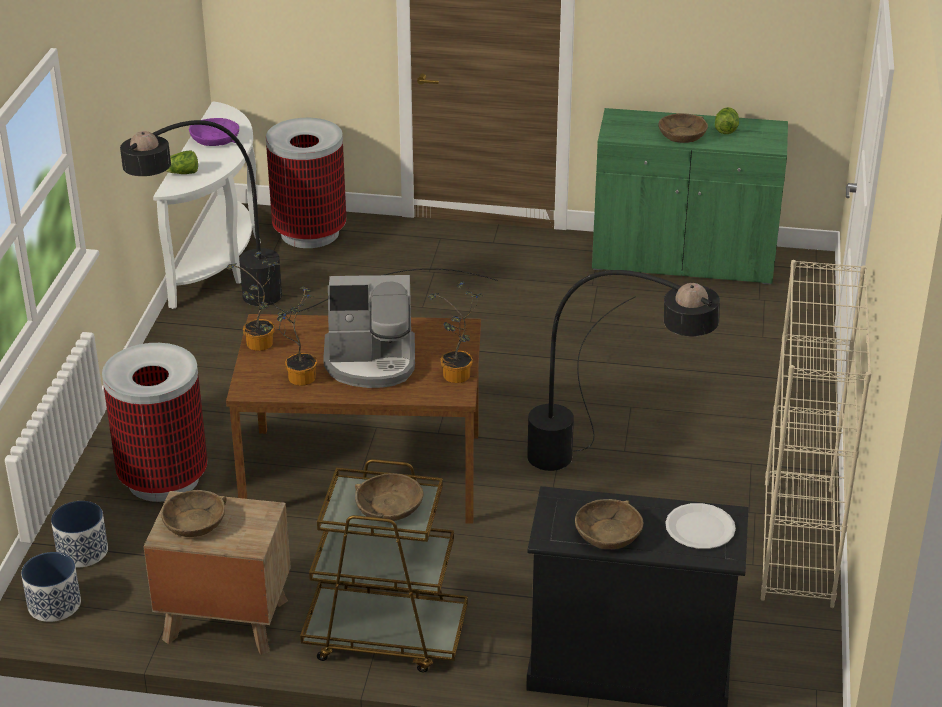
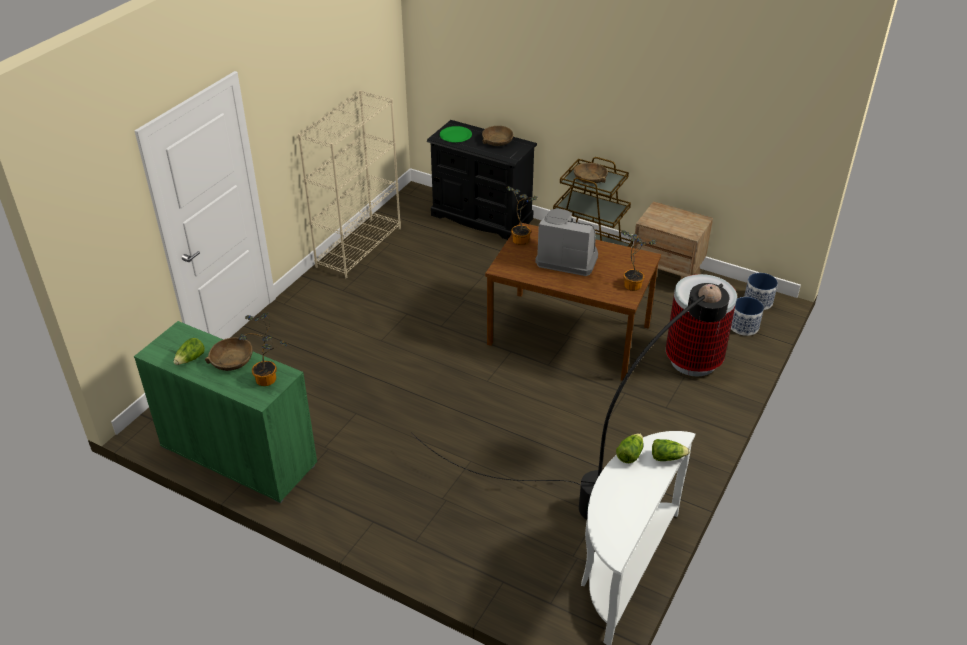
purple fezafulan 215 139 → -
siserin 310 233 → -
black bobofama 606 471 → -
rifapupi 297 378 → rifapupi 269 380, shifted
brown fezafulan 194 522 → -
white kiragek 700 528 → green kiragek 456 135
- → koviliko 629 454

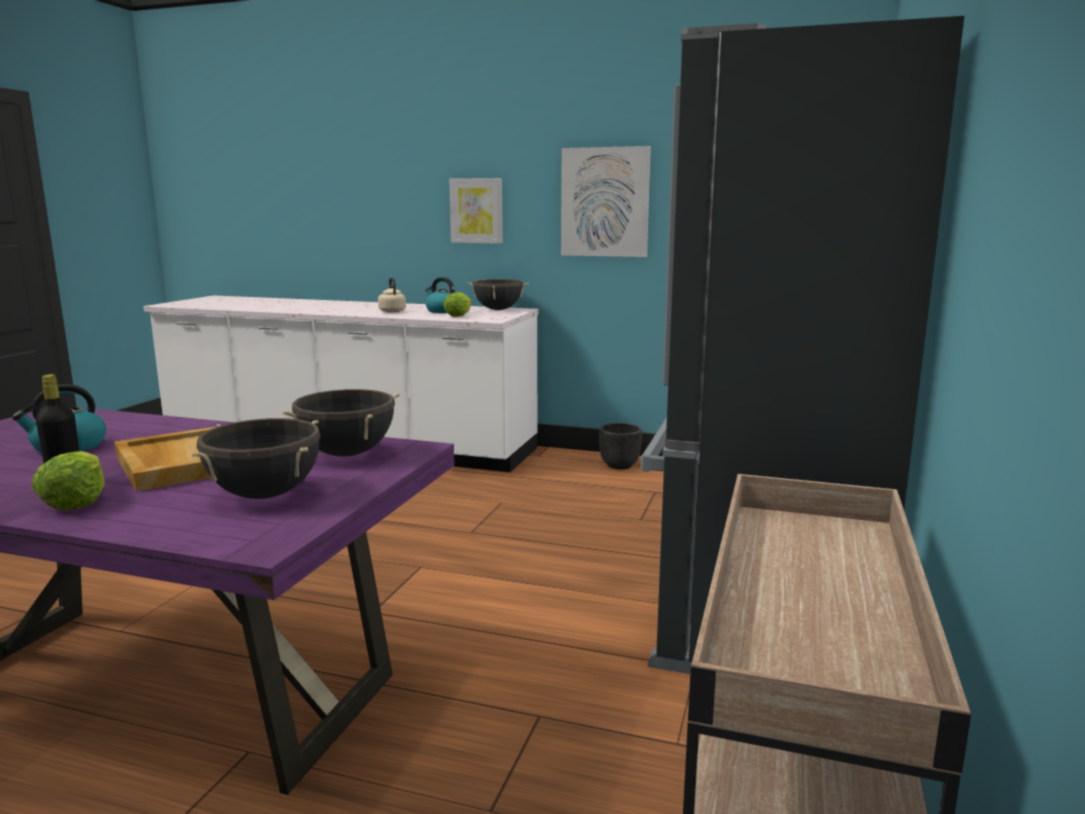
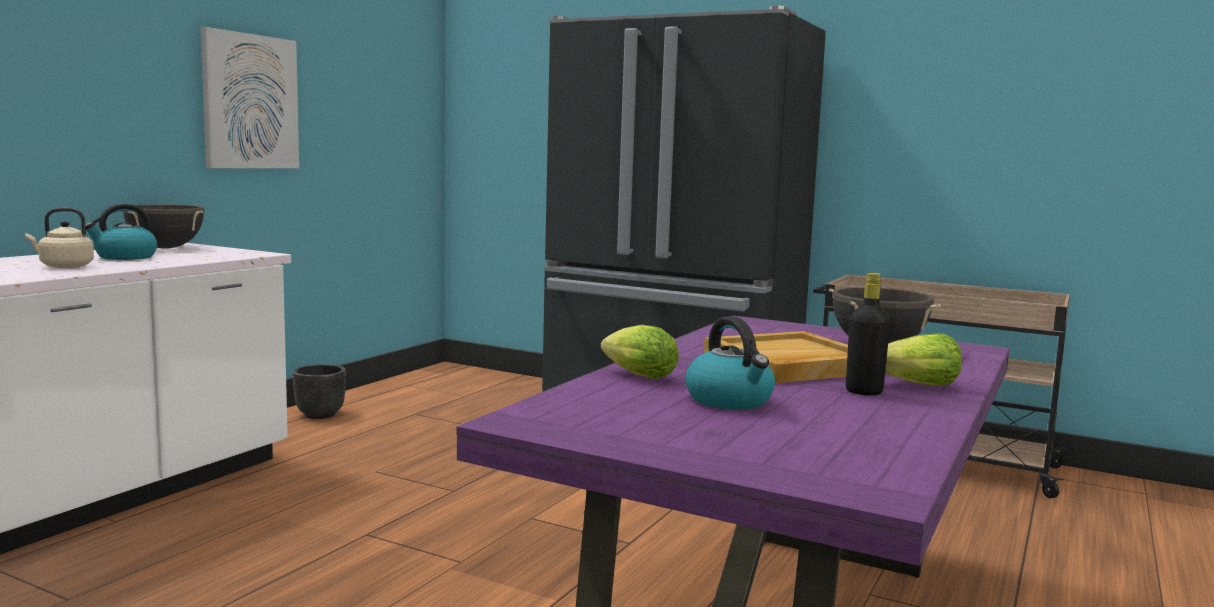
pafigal 476 211 → -
koviliko 459 315 → koviliko 636 375, shifted
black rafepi 346 454 → -

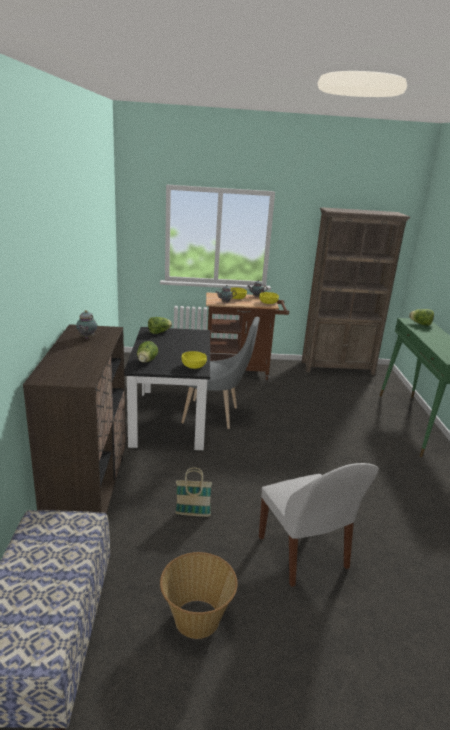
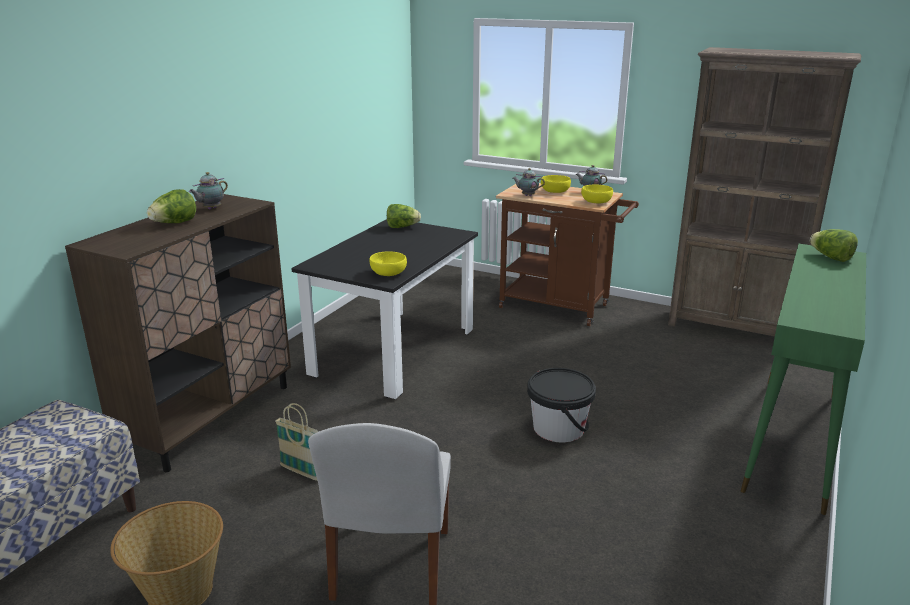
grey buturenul 214 415 → -
koviliko 146 361 → koviliko 174 223, shifted
- → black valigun 558 428

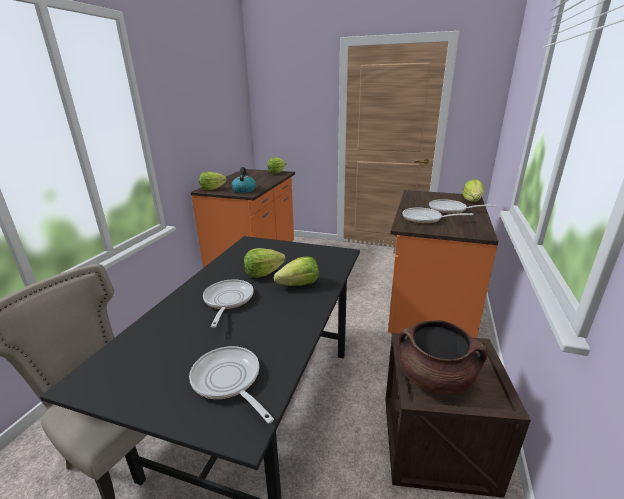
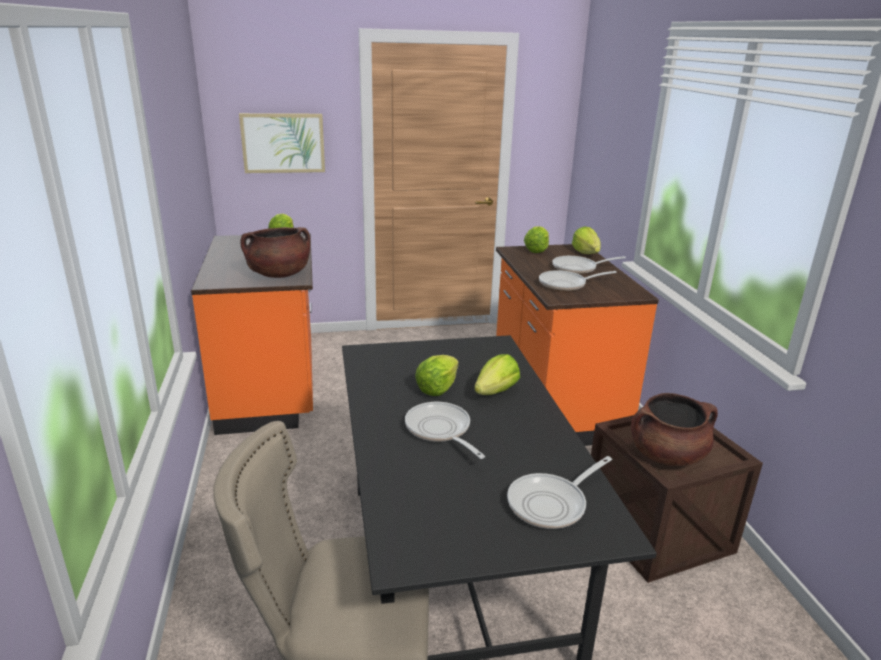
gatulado 244 190 → brown rafepi 279 274
koviliko 212 189 → koviliko 537 250, shifted
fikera 229 381 → fikera 551 503, 60 degrees counterclockwise
- → pafigal 283 143

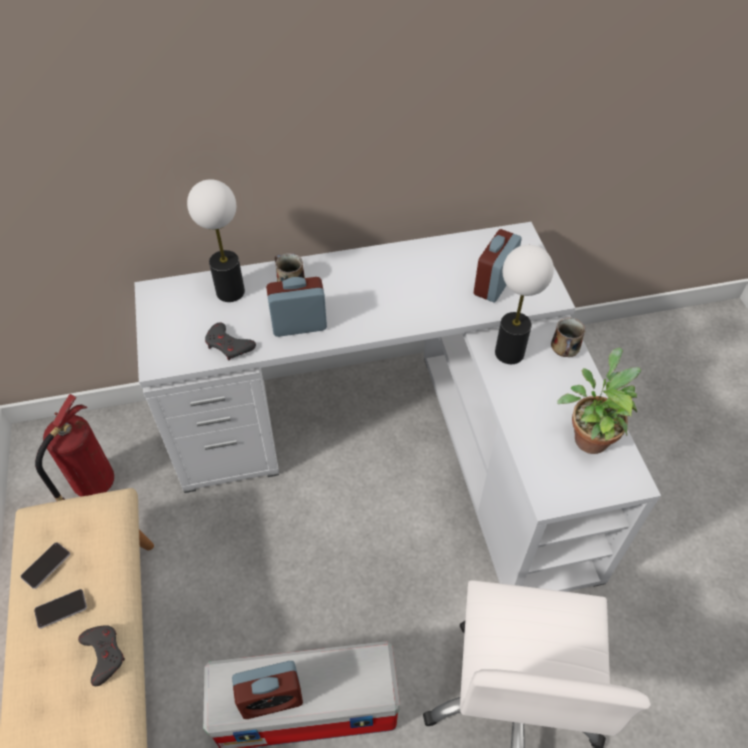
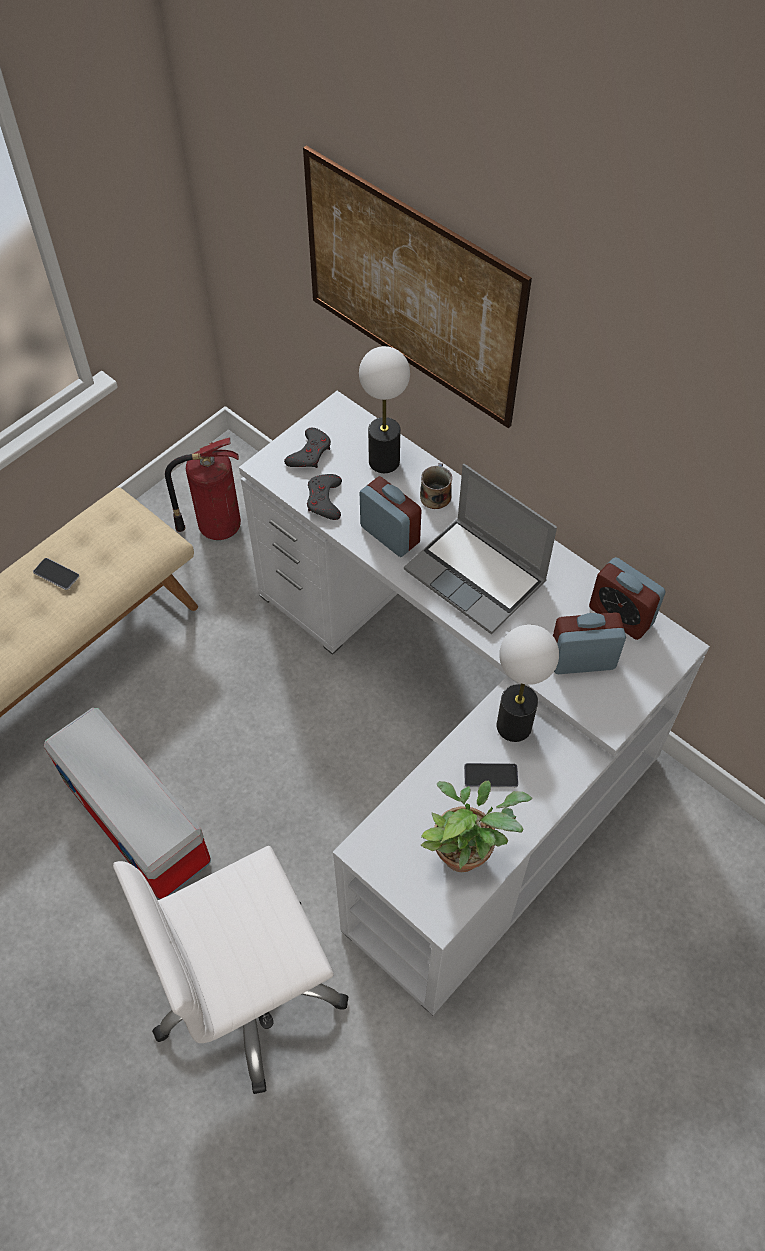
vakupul 565 348 → -
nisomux 46 565 → nisomux 490 776, shifted
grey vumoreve 103 654 → grey vumoreve 309 453, shifted
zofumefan 271 698 → zofumefan 620 615, shifted
- → pafigal 411 289
- → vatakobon 477 576

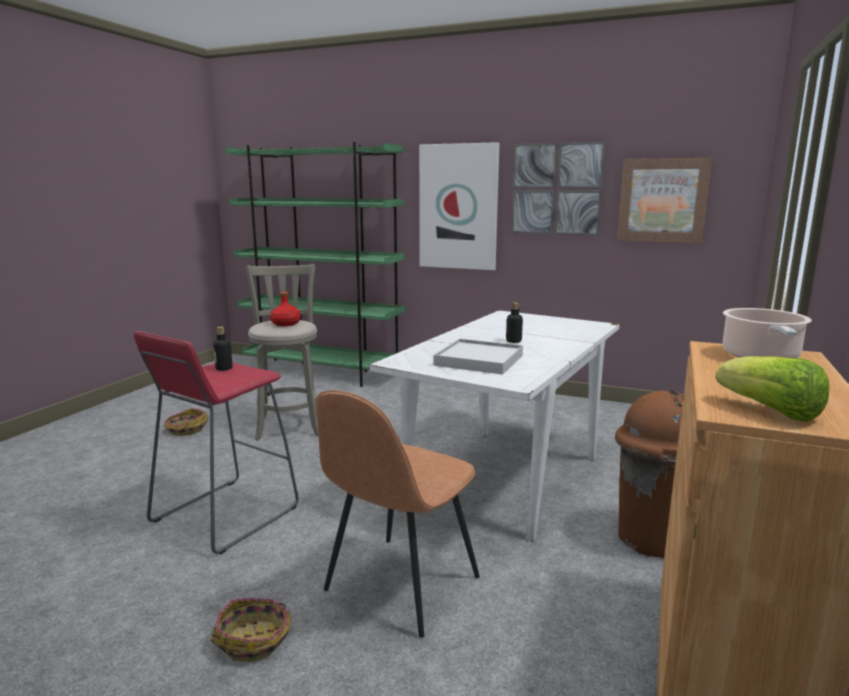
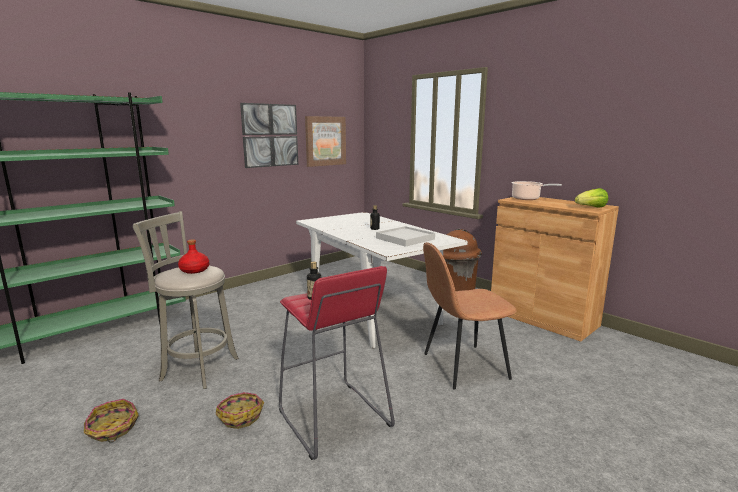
pafigal 458 207 → -
brown buturenul 399 585 → brown buturenul 463 366, 105 degrees clockwise
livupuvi 254 639 → livupuvi 241 416, shifted

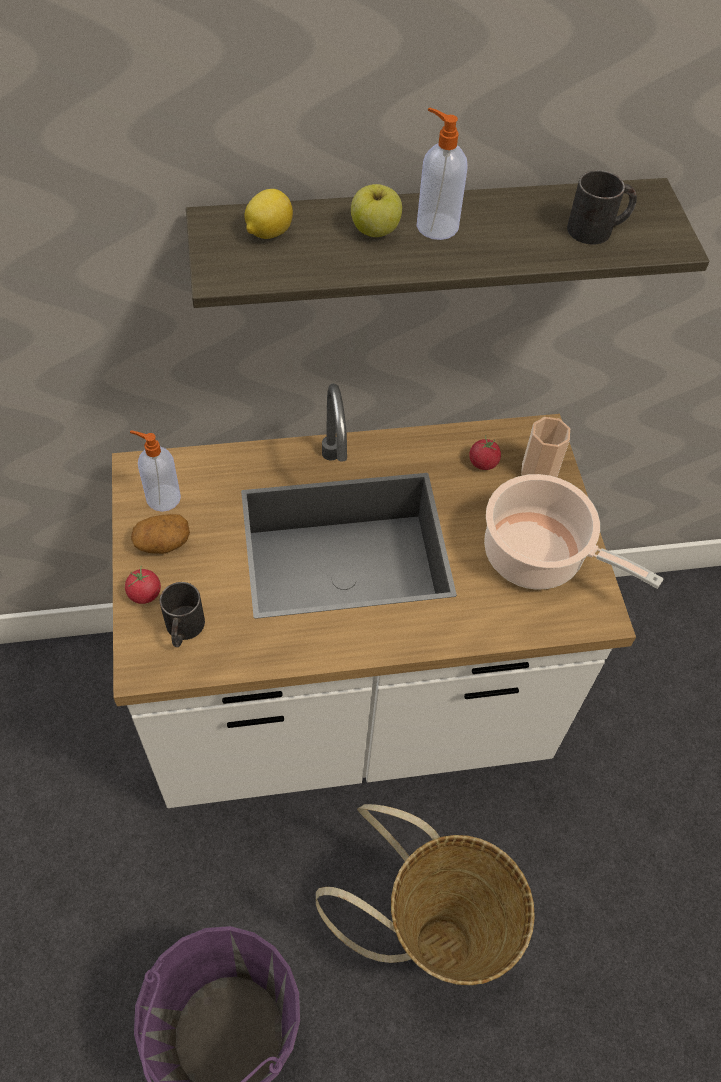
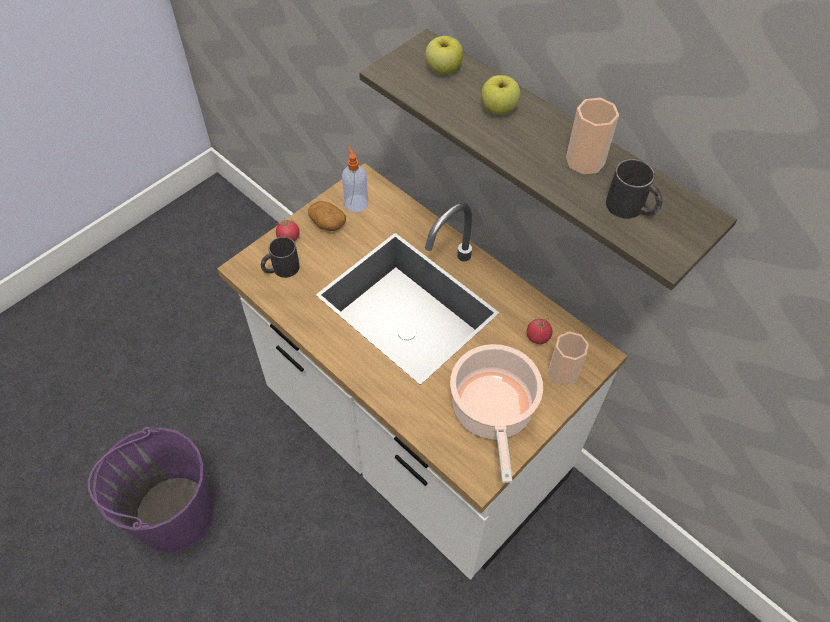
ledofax 436 225 → -
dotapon 268 233 → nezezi 443 69
livupuvi 427 939 → -
- → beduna 585 160

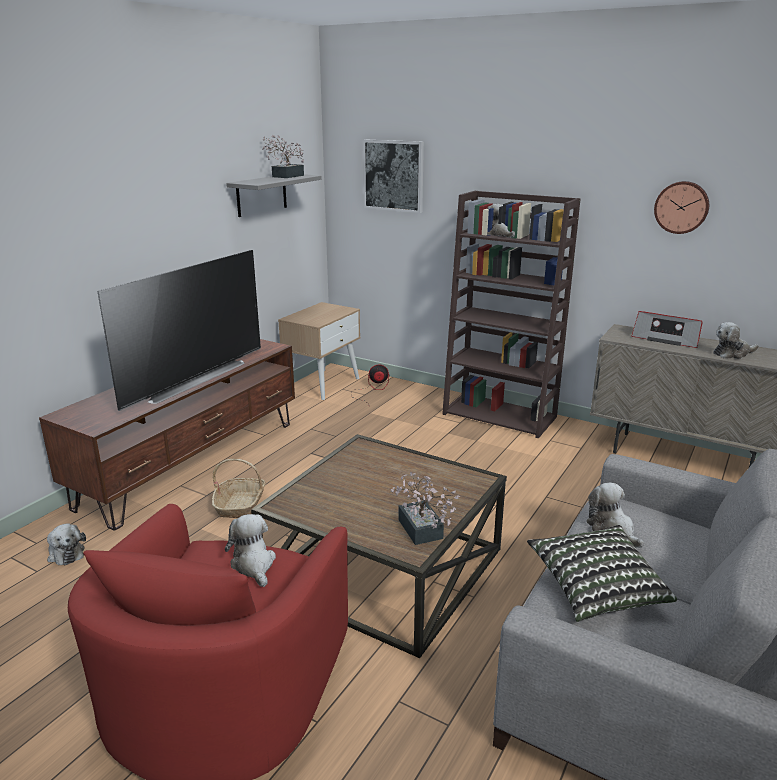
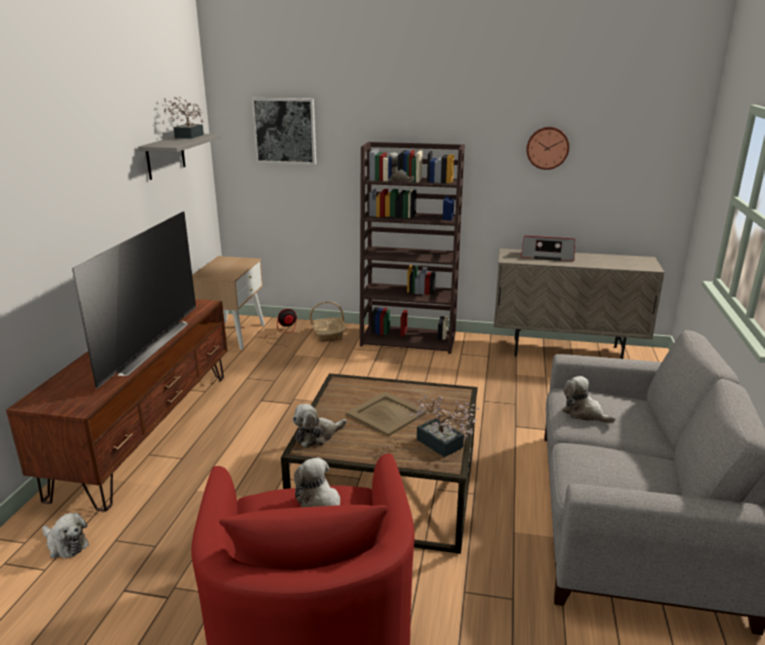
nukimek 732 354 → nukimek 317 436, shifted
livupuvi 240 504 → livupuvi 328 334, shifted
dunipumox 596 588 → -
- → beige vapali 385 414

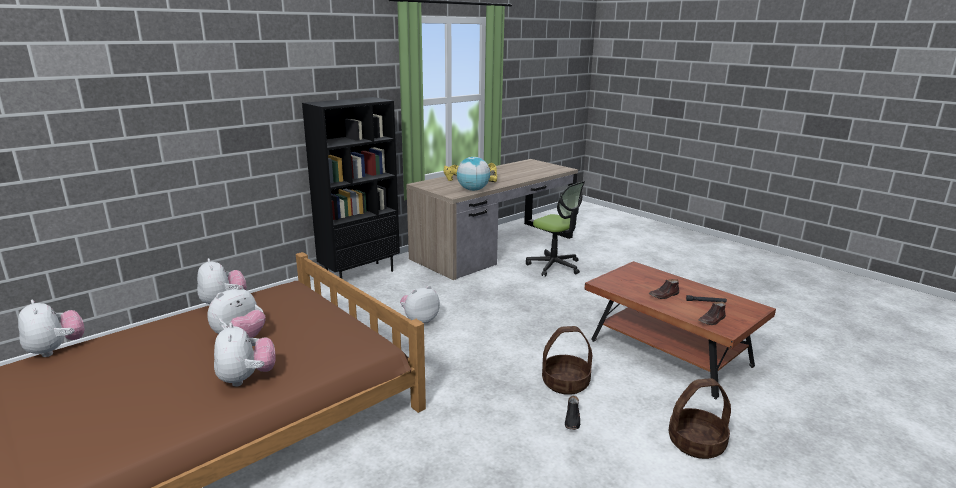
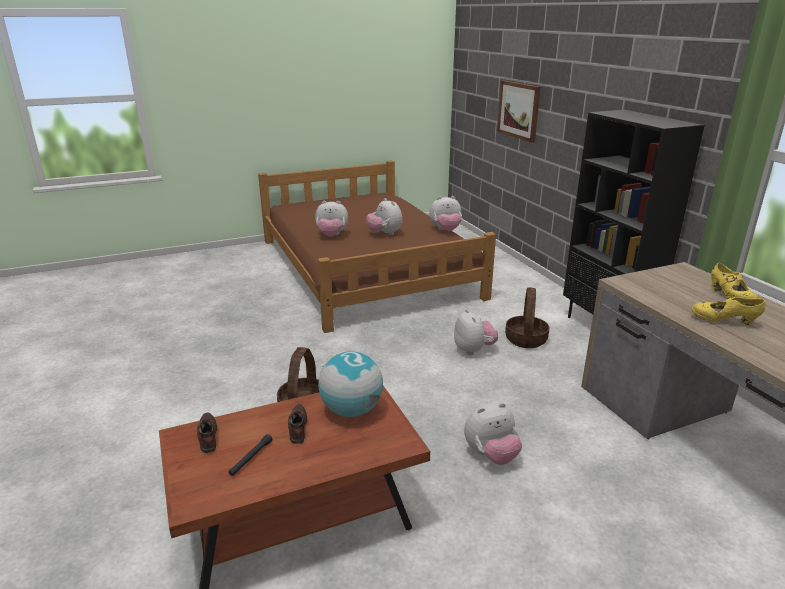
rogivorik 473 190 → rogivorik 351 410, shifted
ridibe 554 266 → -
nukimek 56 349 → nukimek 491 455, shifted
livupuvi 696 443 → livupuvi 525 339, shifted
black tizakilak 572 420 → -
- → pafigal 519 110

